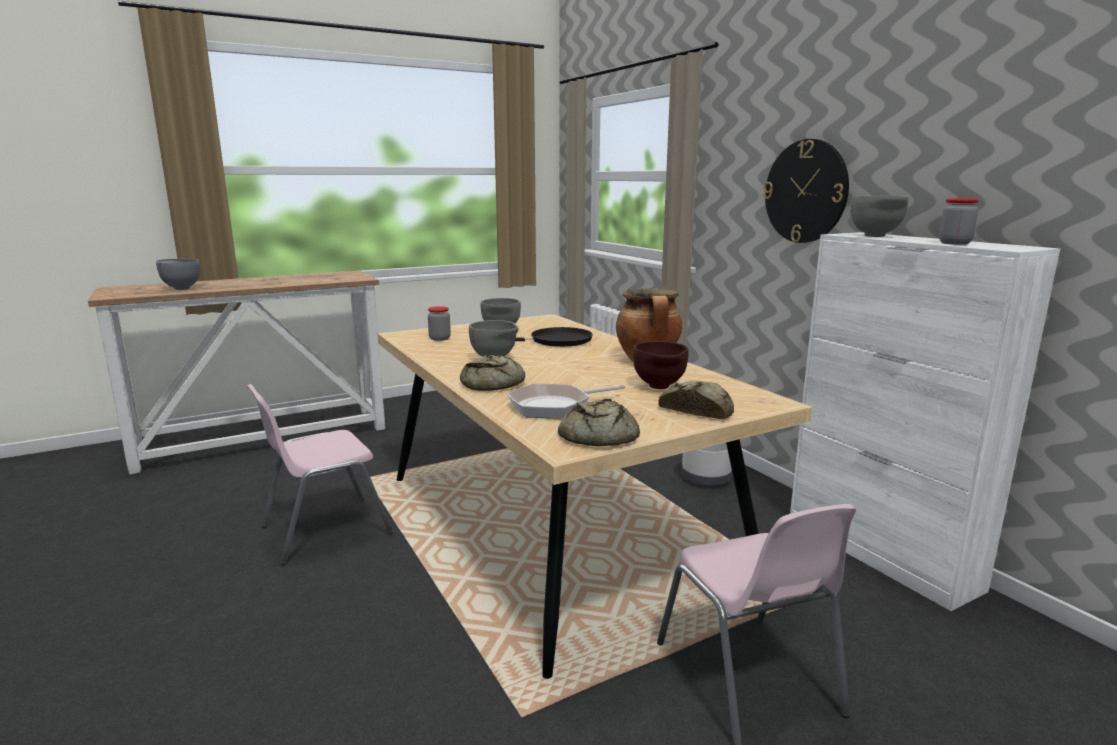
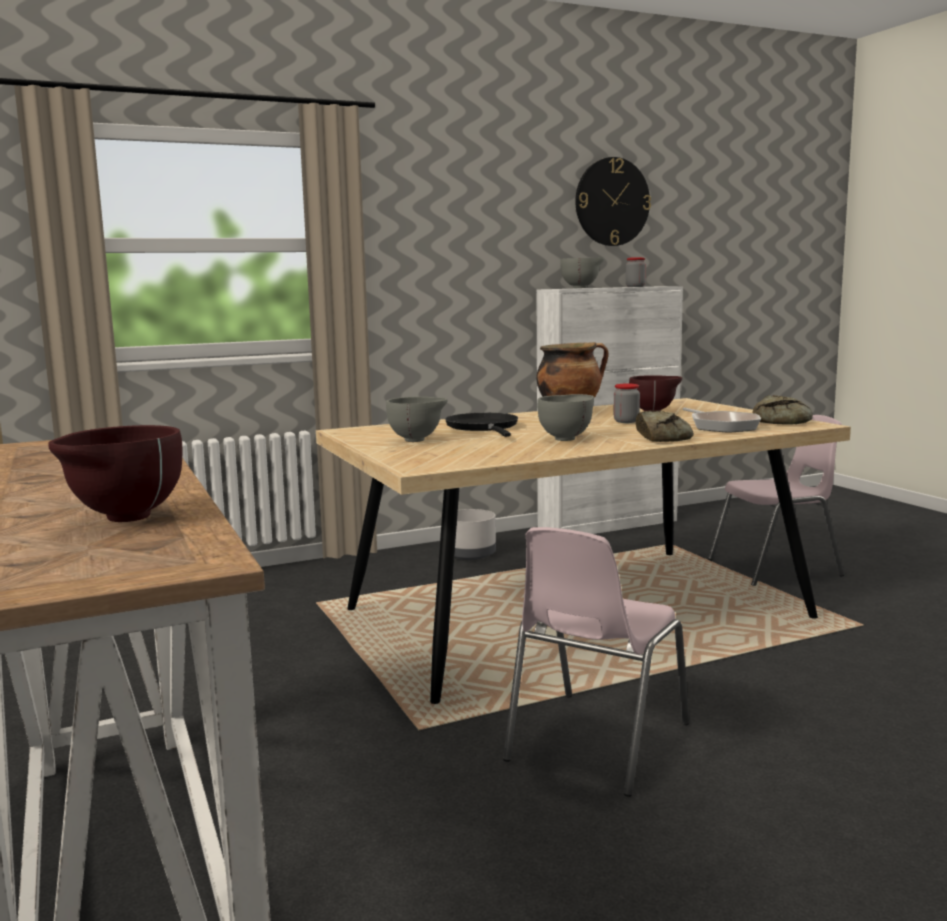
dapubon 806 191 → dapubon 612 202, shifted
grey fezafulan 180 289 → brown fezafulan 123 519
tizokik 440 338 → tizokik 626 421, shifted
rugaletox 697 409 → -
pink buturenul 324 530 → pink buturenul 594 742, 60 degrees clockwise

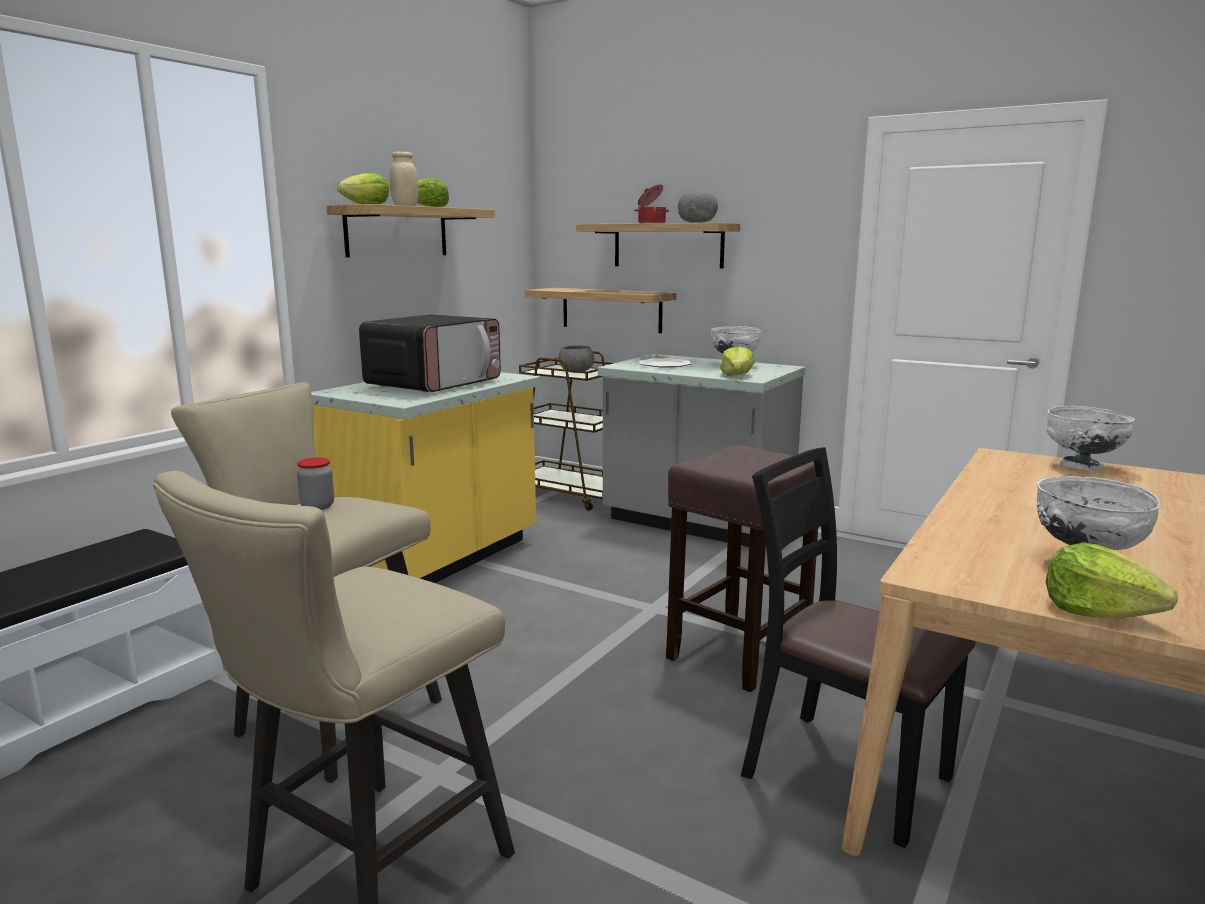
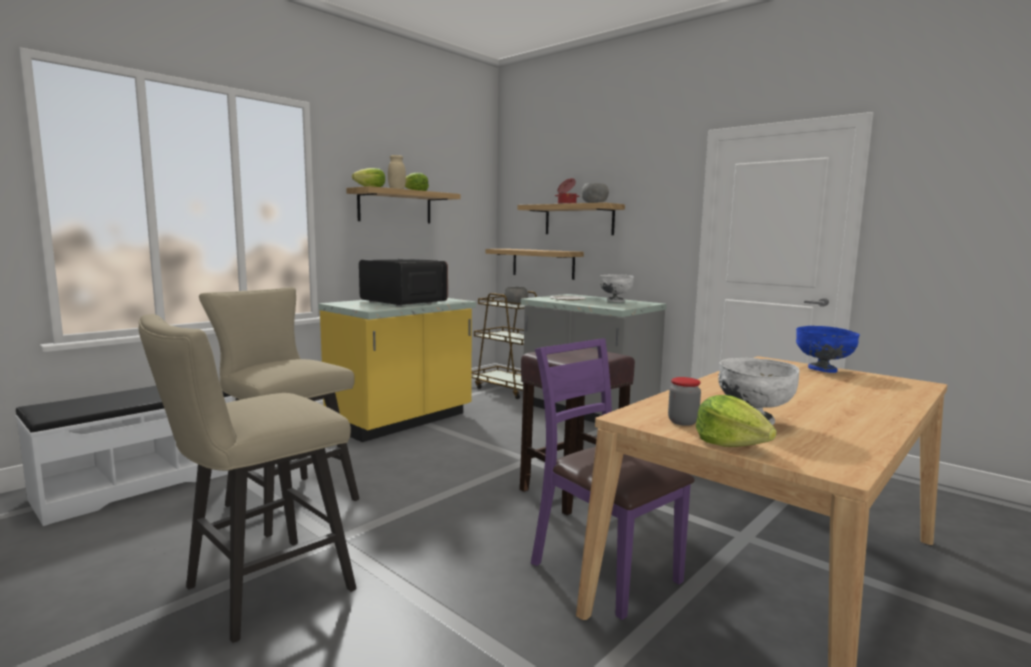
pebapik 434 384 → pebapik 403 302, 90 degrees counterclockwise
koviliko 737 376 → -
white fezafulan 1081 467 → blue fezafulan 822 370
black buturenul 844 774 → purple buturenul 604 570
tizokik 317 506 → tizokik 683 422, shifted

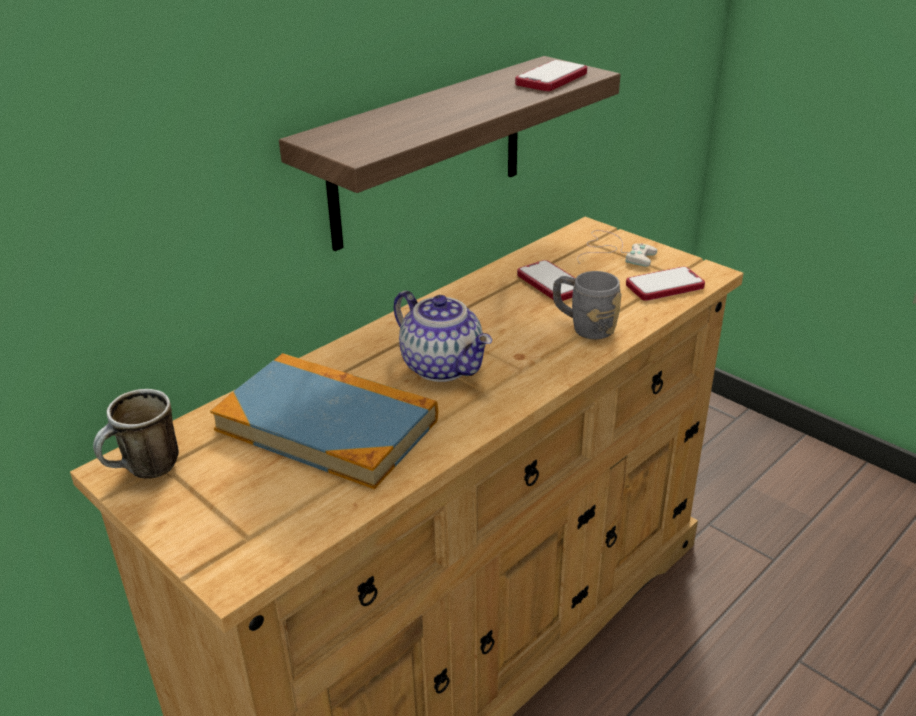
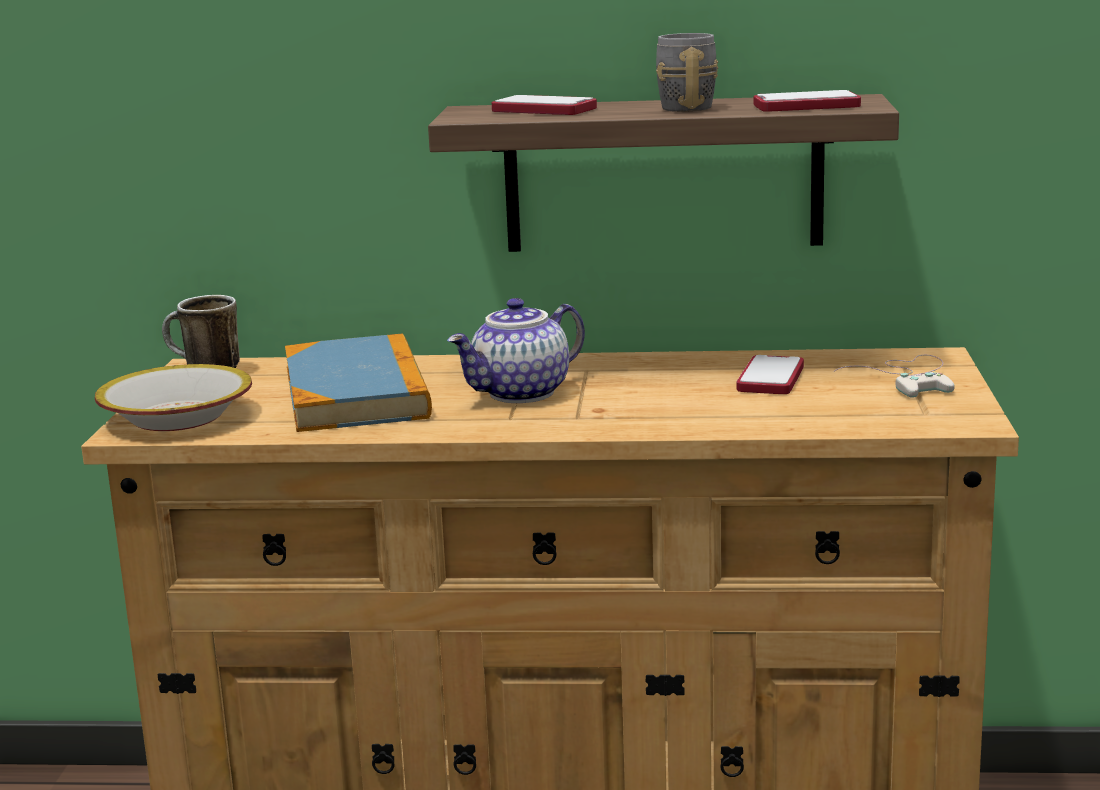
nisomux 664 286 → nisomux 544 109, shifted
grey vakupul 584 327 → grey vakupul 684 106, shifted
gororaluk 444 366 → gororaluk 521 394, 45 degrees clockwise
- → fezafulan 177 417

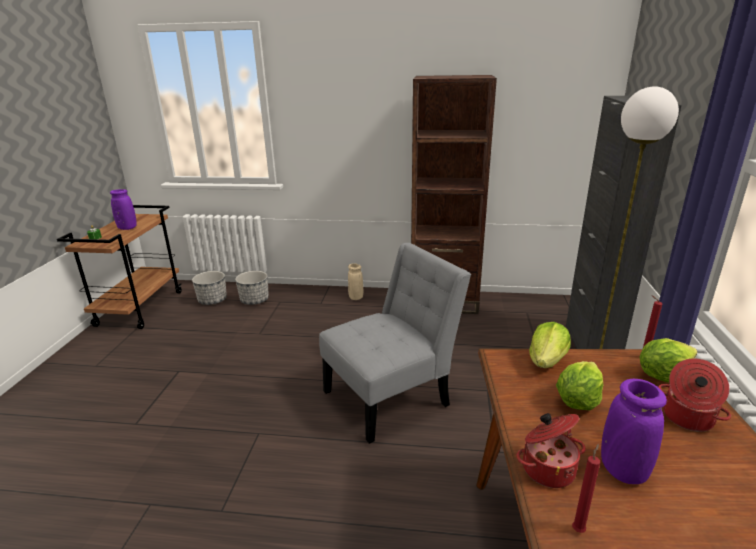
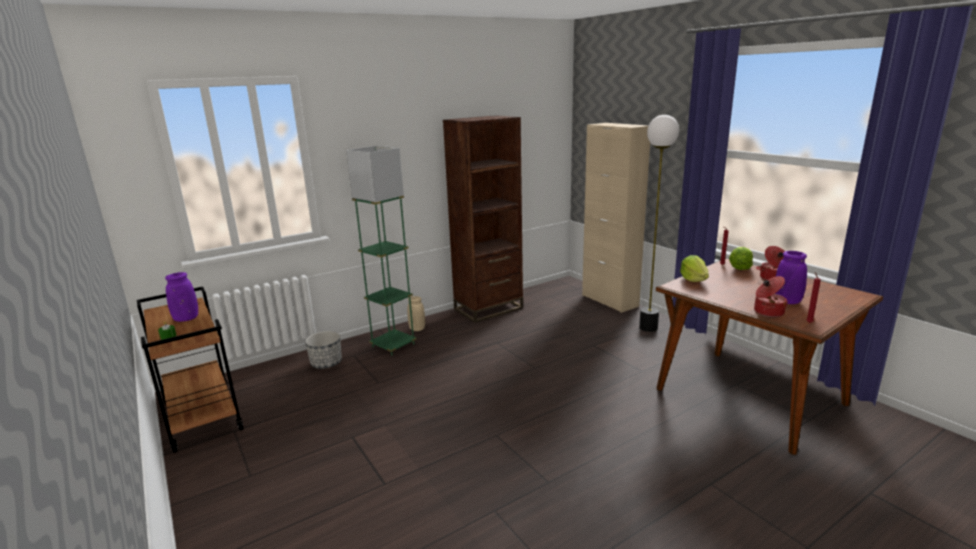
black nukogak 591 345 → beige nukogak 609 300
grey buturenul 392 395 → -
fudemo 212 300 → -
koviliko 577 400 → -
- → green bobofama 393 345

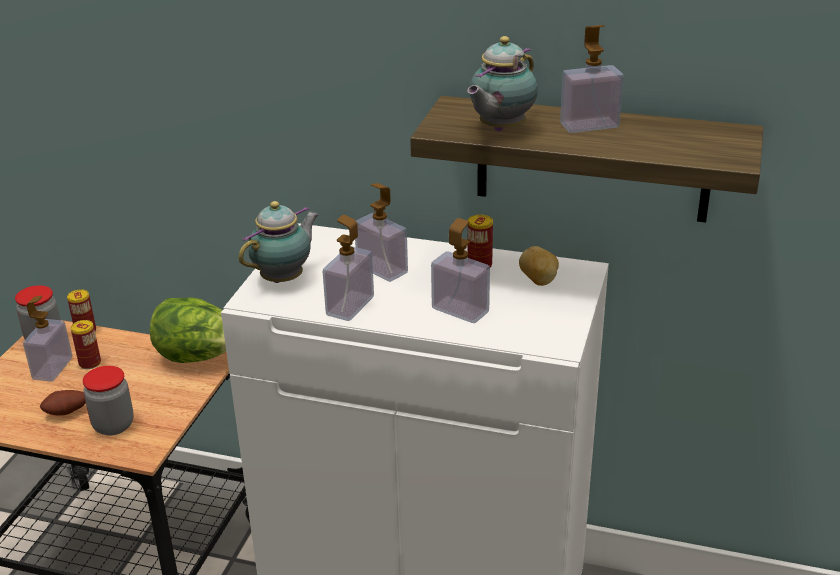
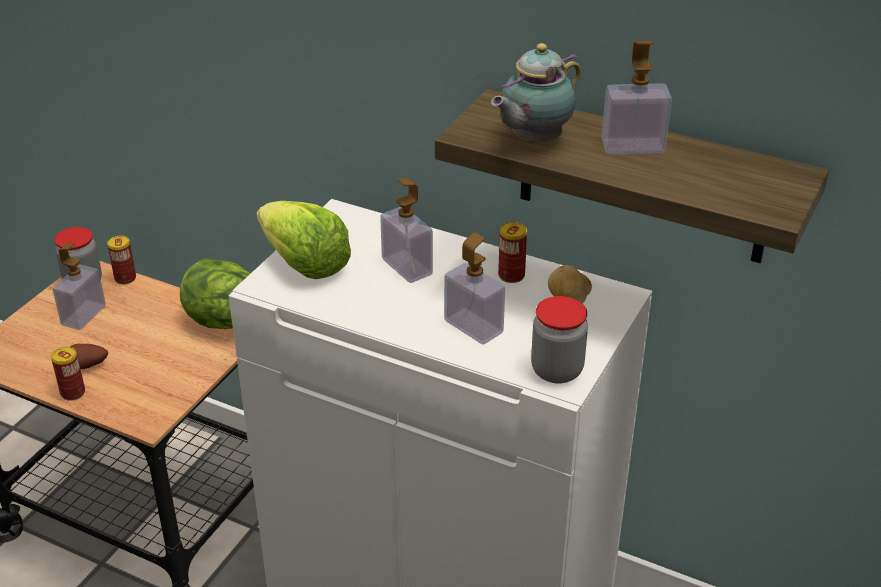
gororaluk 285 278 → koviliko 304 264
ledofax 350 306 → -
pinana 90 363 → pinana 73 393, shifted
tizokik 113 425 → tizokik 557 370, shifted

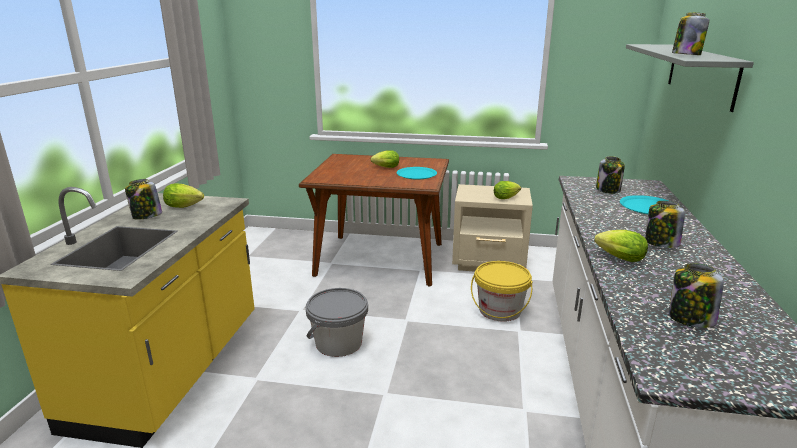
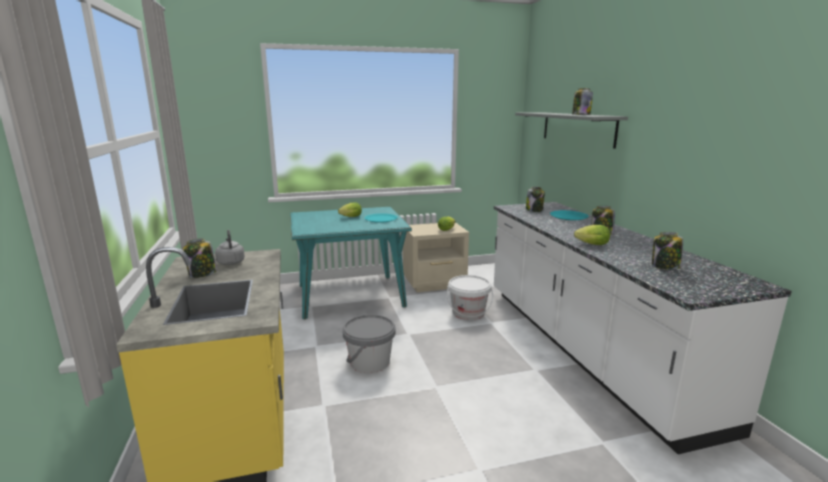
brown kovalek 380 259 → turquoise kovalek 350 296
koviliko 186 206 → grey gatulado 231 262
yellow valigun 500 310 → white valigun 468 312

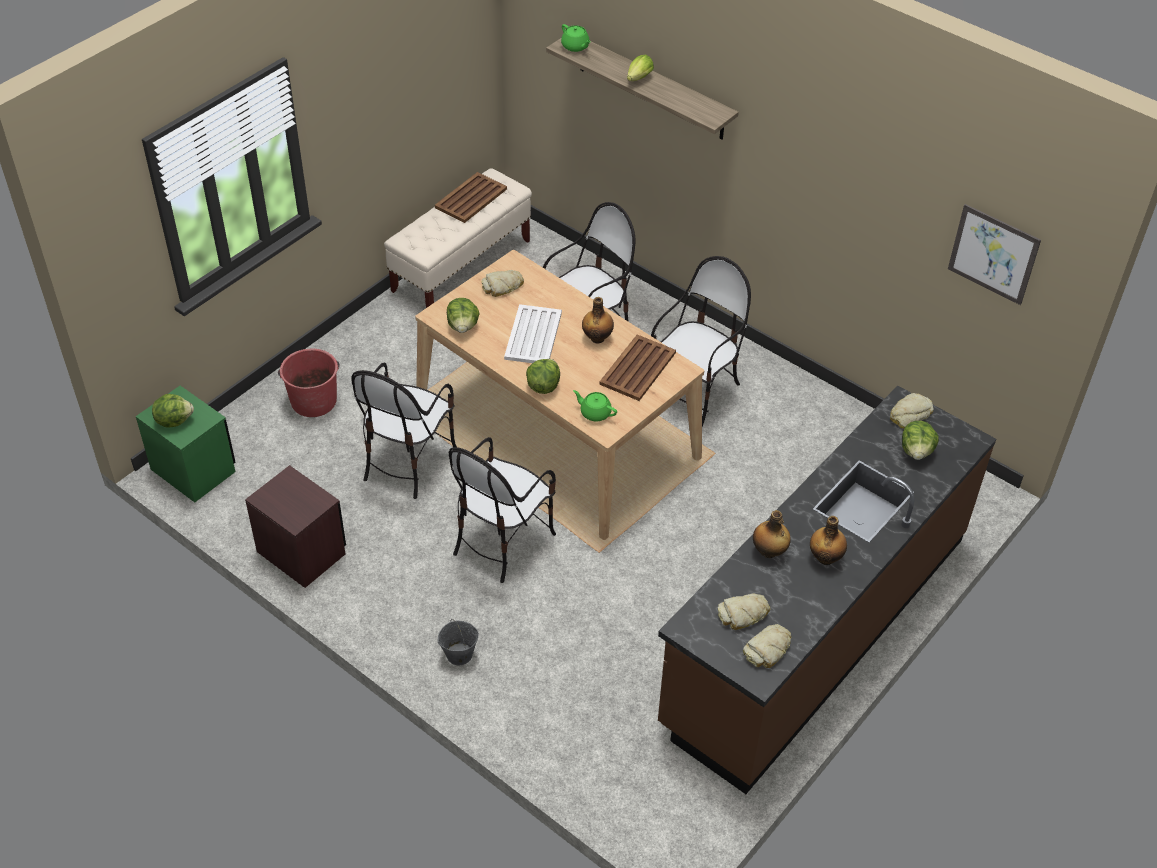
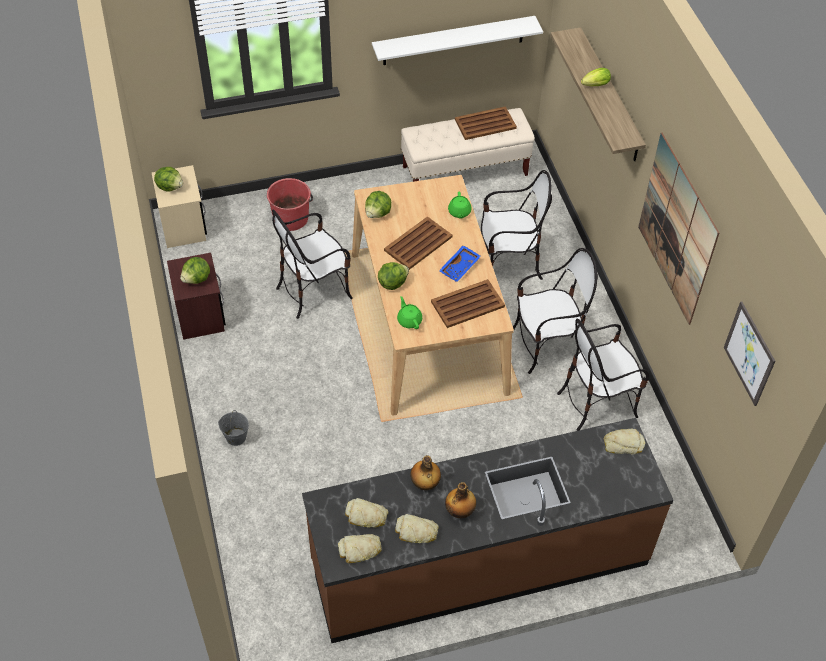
green gororaluk 575 46 → green gororaluk 459 212, shifted
rugaletox 502 286 → rugaletox 416 532, shifted
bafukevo 597 337 → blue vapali 460 267
white vapali 533 336 → brown vapali 417 244
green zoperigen 193 470 → beige zoperigen 183 226
koviliko 916 451 → koviliko 197 279, shifted
buturenul 502 540 → buturenul 597 402, shifted
- → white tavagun 453 40
- → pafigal 677 229

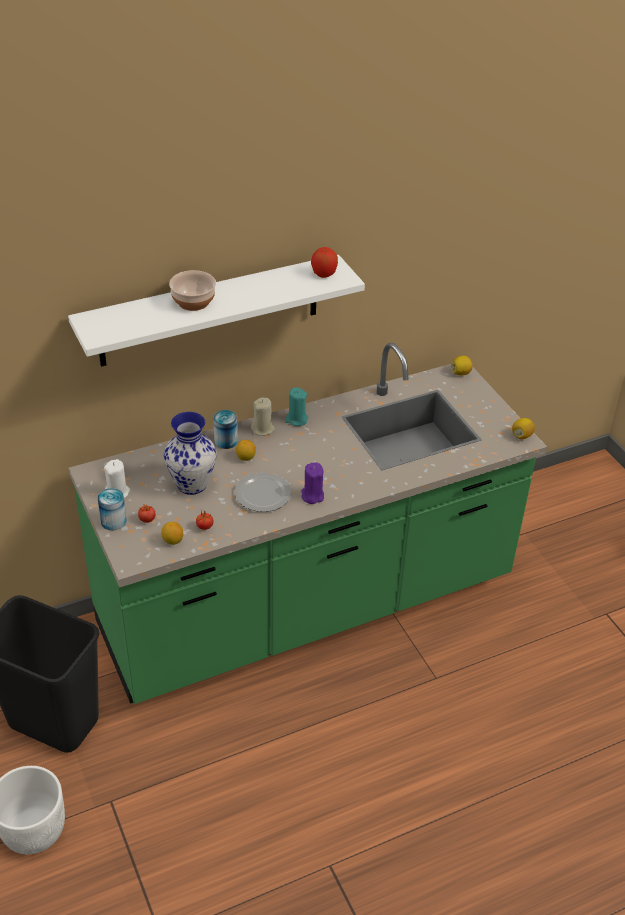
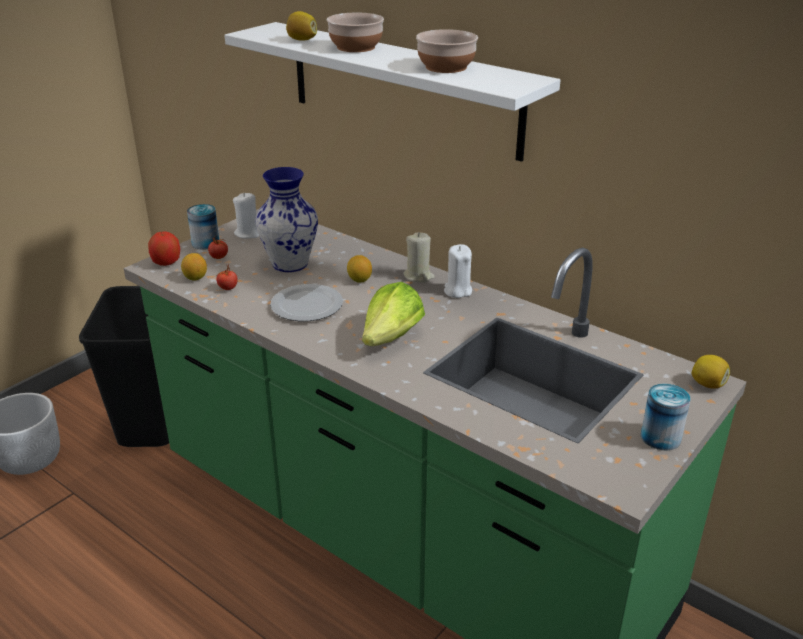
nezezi 324 274 → nezezi 166 263, shifted
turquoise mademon 296 419 → white mademon 457 291
pinana 226 441 → pinana 660 437, shifted
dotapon 521 436 → dotapon 302 40, shifted
purple mademon 312 496 → -
- → fezafulan 445 67
- → koviliko 391 337

